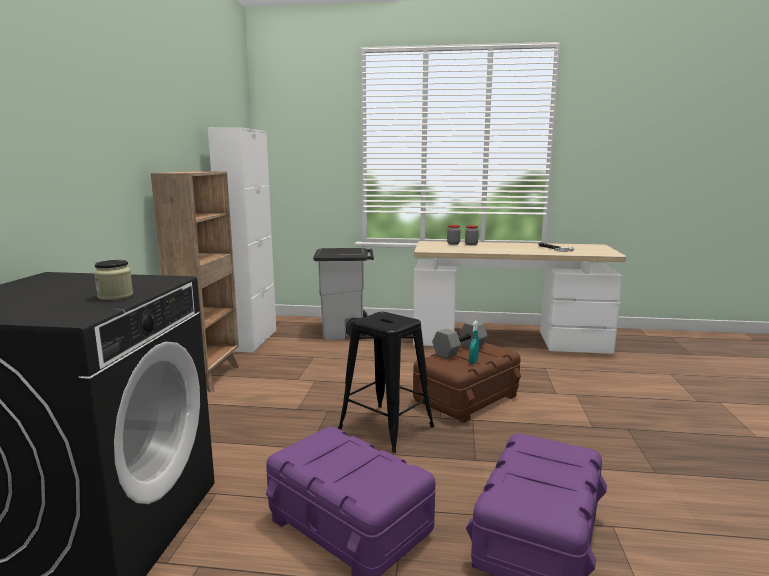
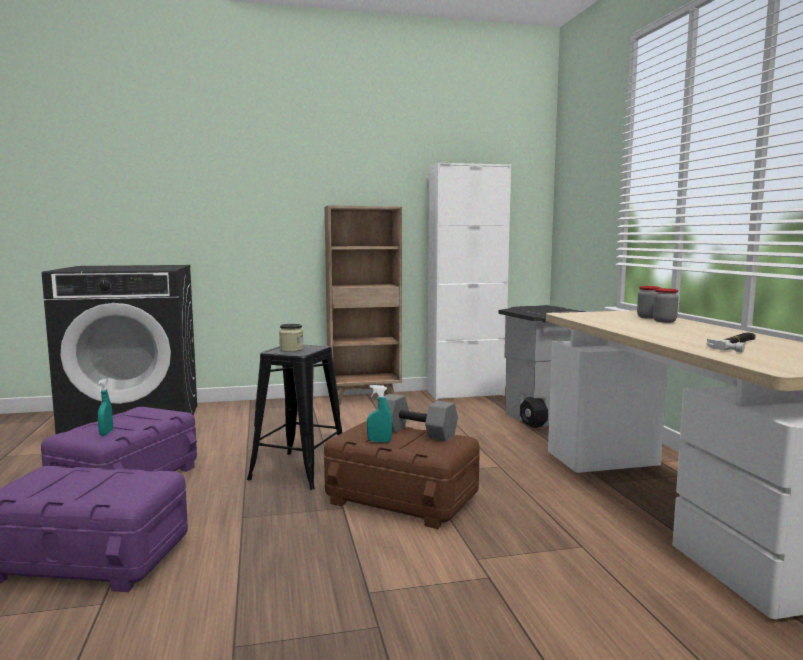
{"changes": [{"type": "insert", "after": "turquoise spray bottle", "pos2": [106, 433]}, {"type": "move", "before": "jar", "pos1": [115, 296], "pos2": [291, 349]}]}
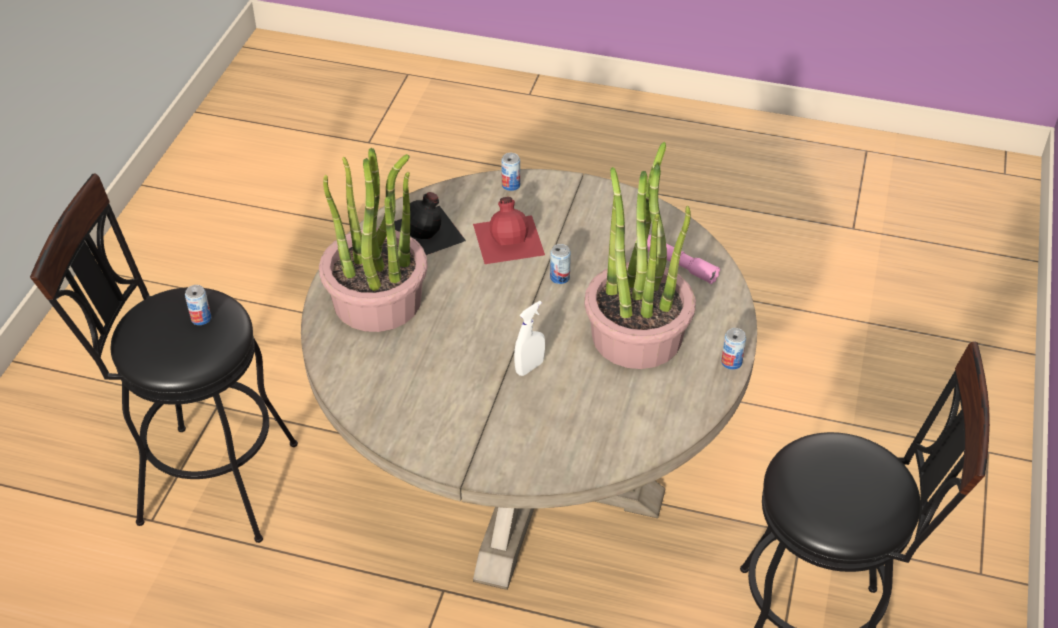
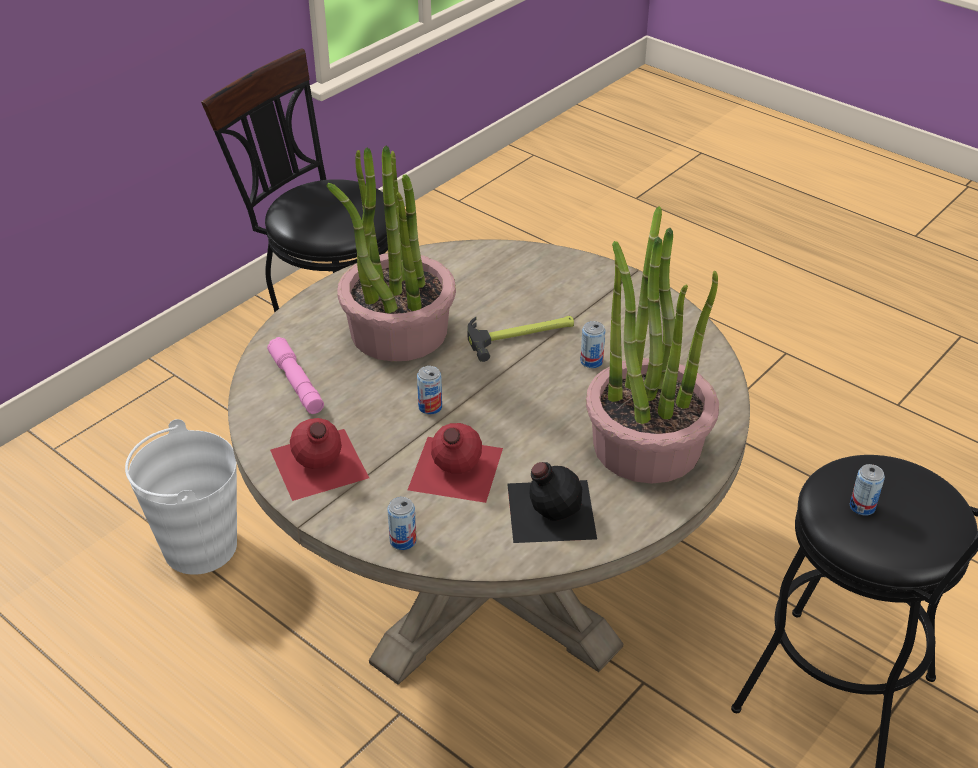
{"changes": [{"type": "insert", "after": "white bucket", "pos2": [199, 546]}, {"type": "insert", "after": "red bottle", "pos2": [318, 465]}, {"type": "replace", "before": "white spray bottle", "after": "hammer", "pos1": [529, 367], "pos2": [522, 335]}, {"type": "move", "before": "can", "pos1": [731, 362], "pos2": [591, 361]}]}
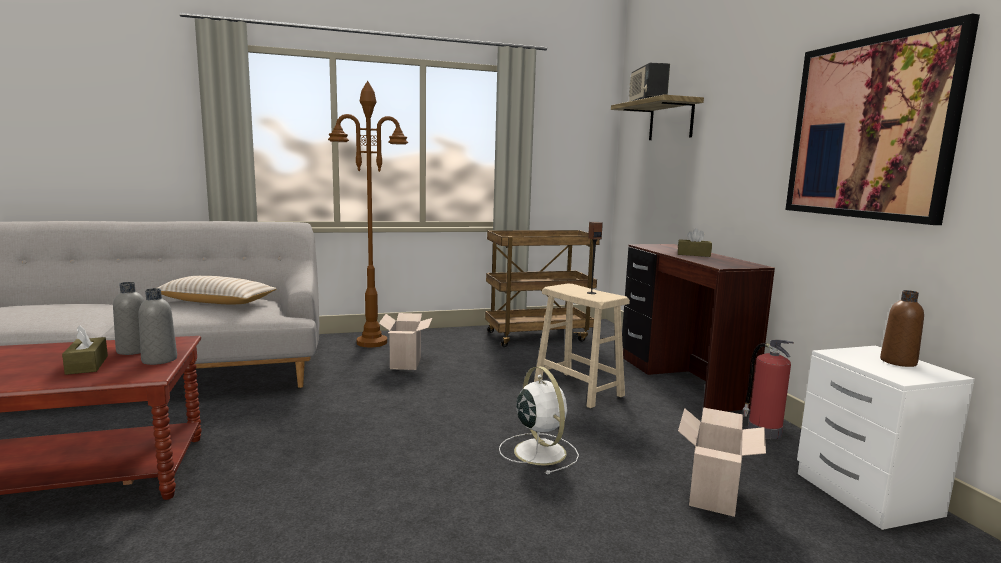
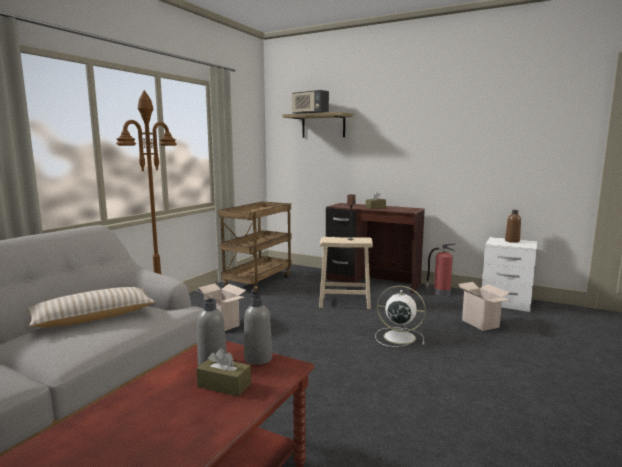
{"changes": [{"type": "delete", "before": "picture", "pos1": [869, 129]}]}
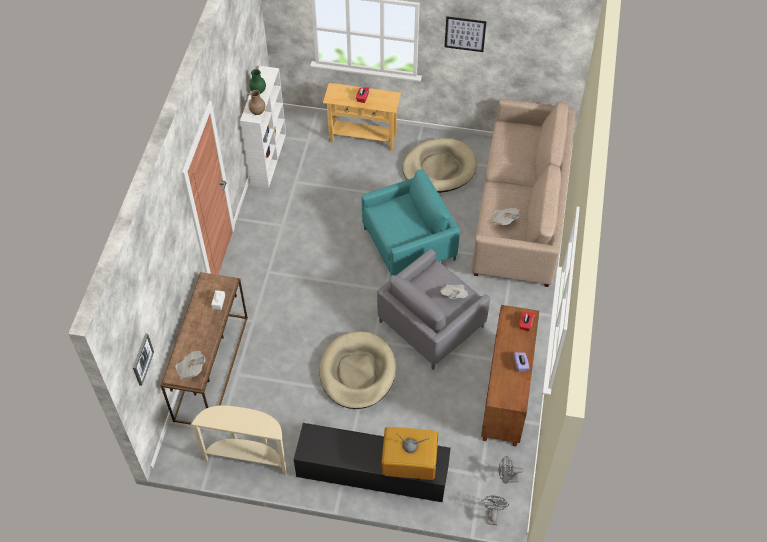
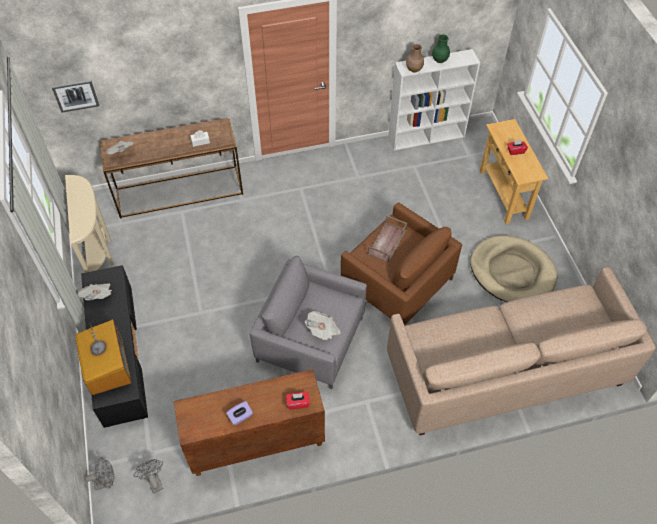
{"changes": [{"type": "move", "before": "newspaper", "pos1": [504, 220], "pos2": [98, 296]}, {"type": "recolor", "before": "turquoise armchair", "after": "brown armchair", "pos1": [409, 244], "pos2": [397, 283]}, {"type": "insert", "after": "brown tray", "pos2": [387, 243]}, {"type": "delete", "before": "beige dog bed", "pos1": [357, 372]}, {"type": "delete", "before": "picture", "pos1": [465, 34]}]}
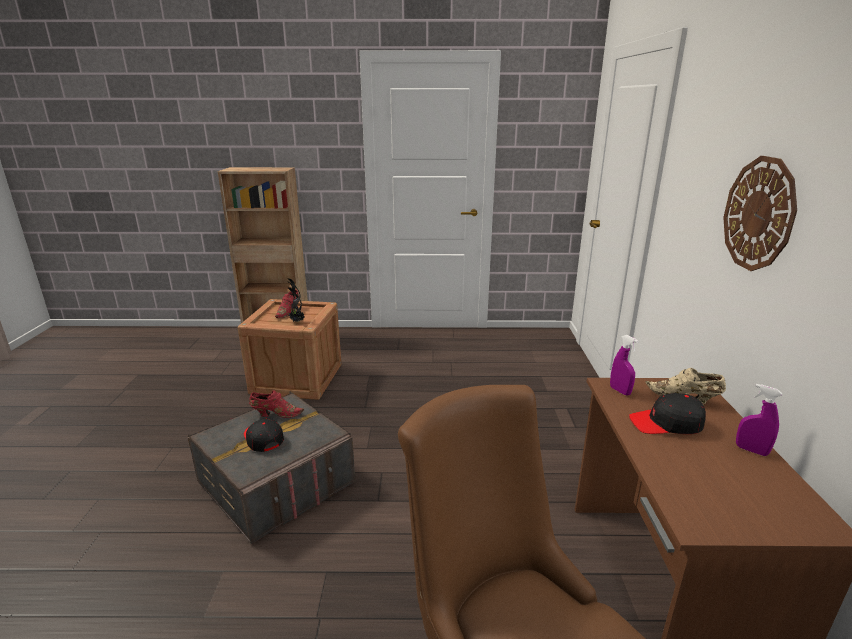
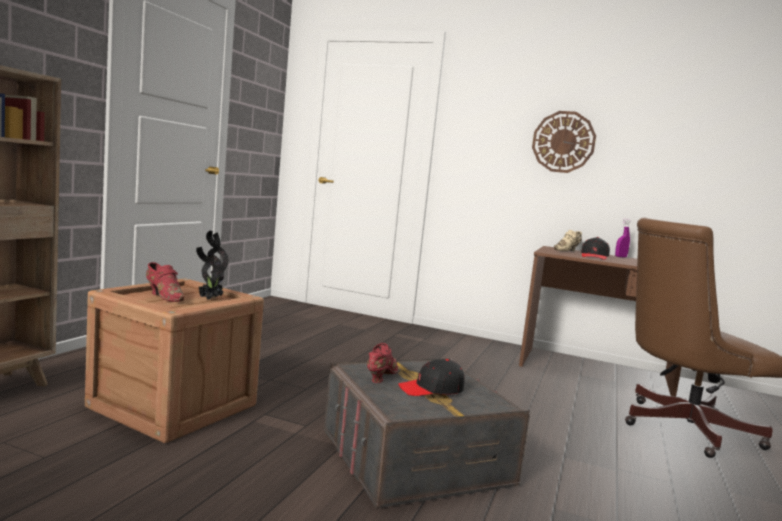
{"changes": [{"type": "delete", "before": "purple spray bottle", "pos1": [620, 391]}]}
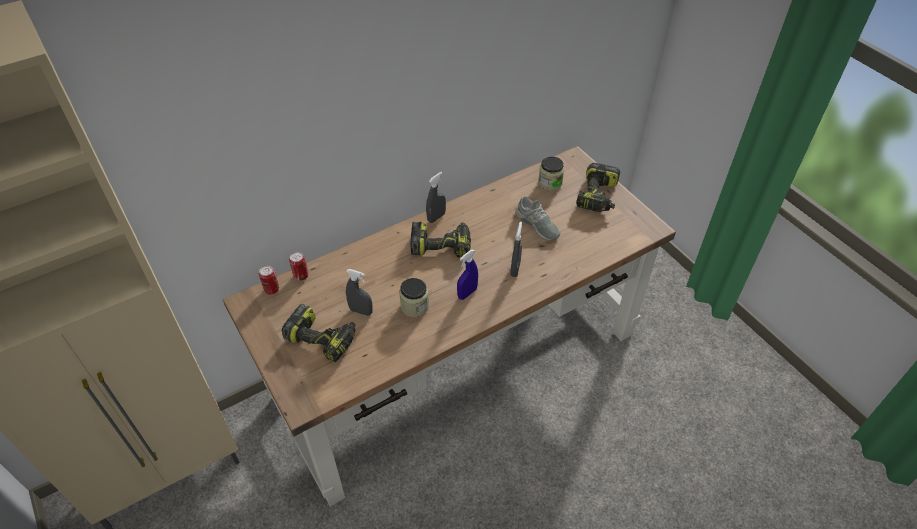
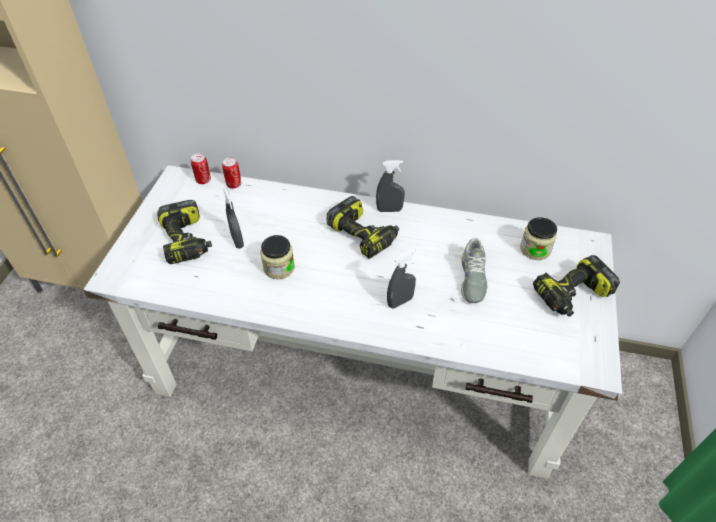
{"changes": [{"type": "recolor", "before": "brown desk", "after": "white desk", "pos1": [459, 363], "pos2": [360, 369]}, {"type": "delete", "before": "blue spray bottle", "pos1": [467, 293]}]}
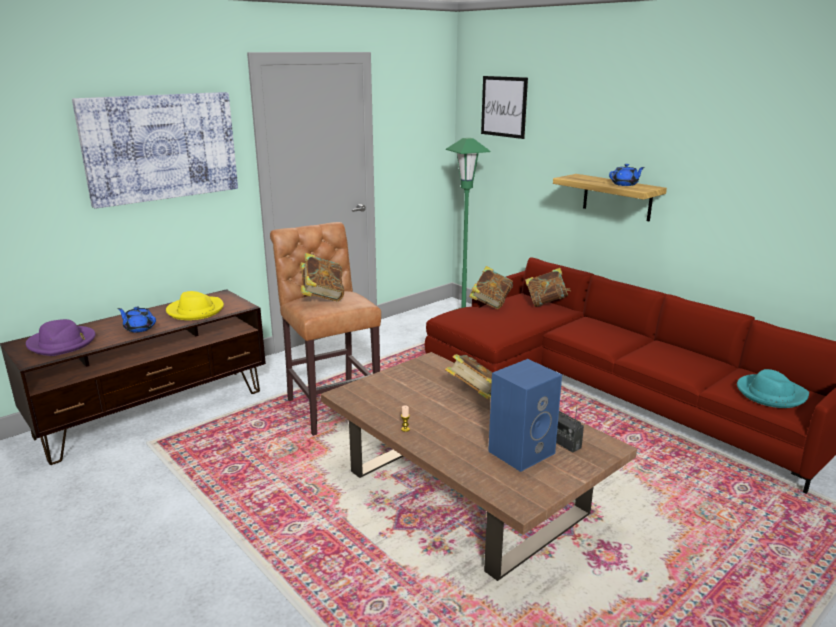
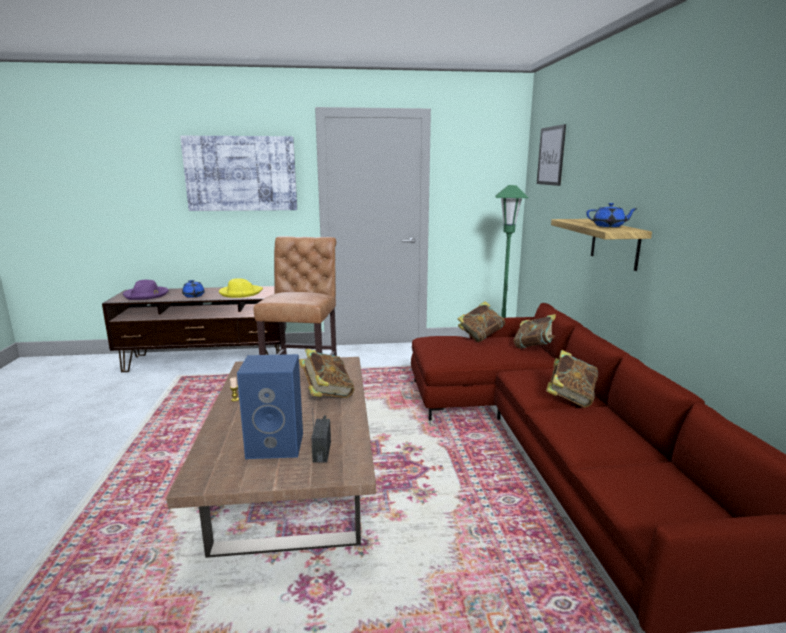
{"changes": [{"type": "move", "before": "book", "pos1": [322, 296], "pos2": [570, 398]}, {"type": "delete", "before": "turquoise hat", "pos1": [770, 394]}]}
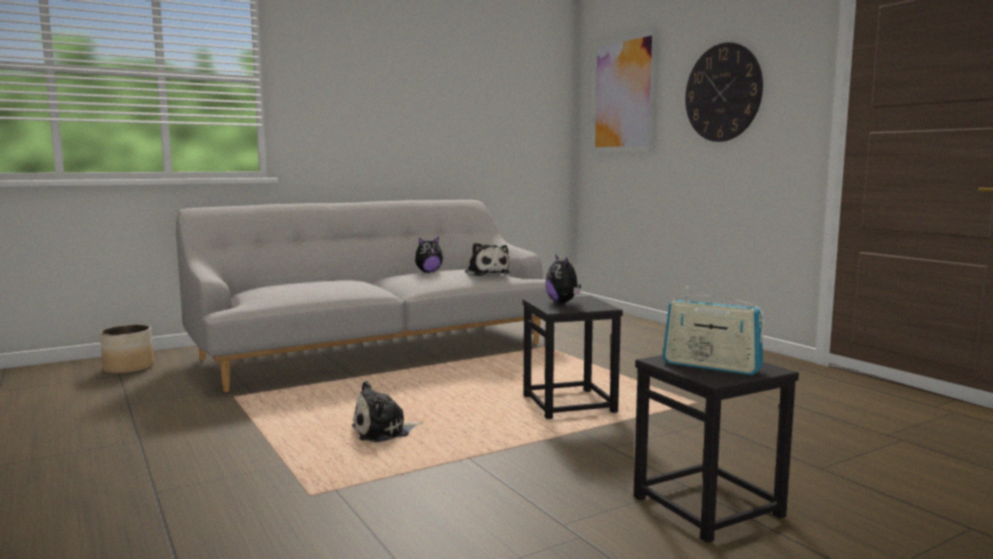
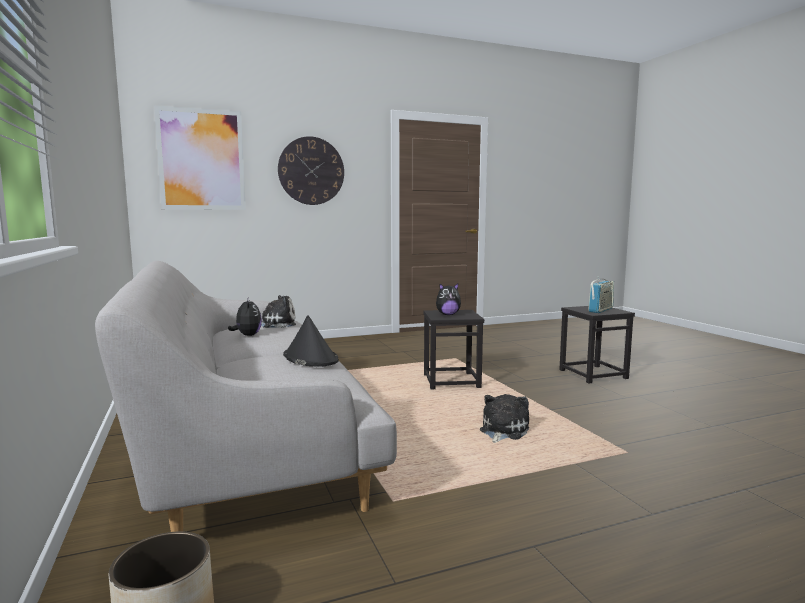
{"changes": [{"type": "insert", "after": "black hat", "pos2": [310, 358]}, {"type": "rotate", "before": "plush toy", "pos1": [384, 431], "pos2": [502, 431], "turn": -135}]}
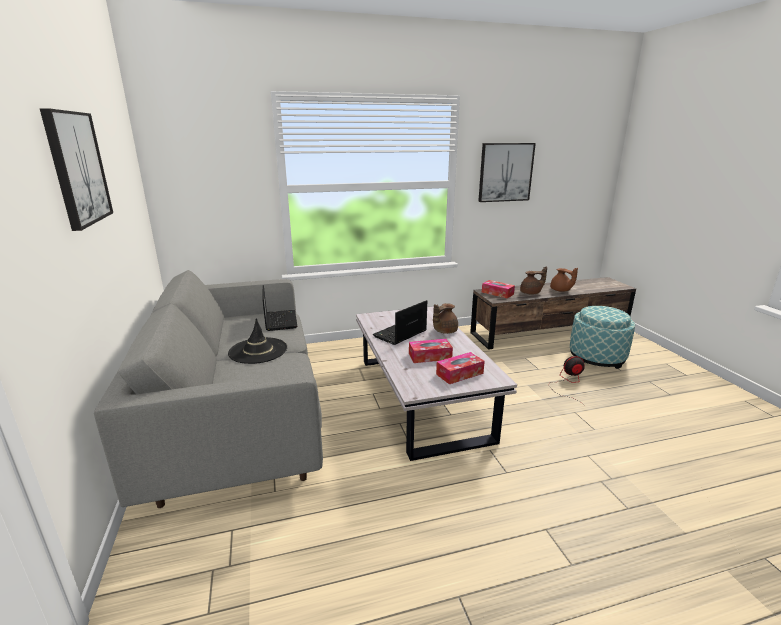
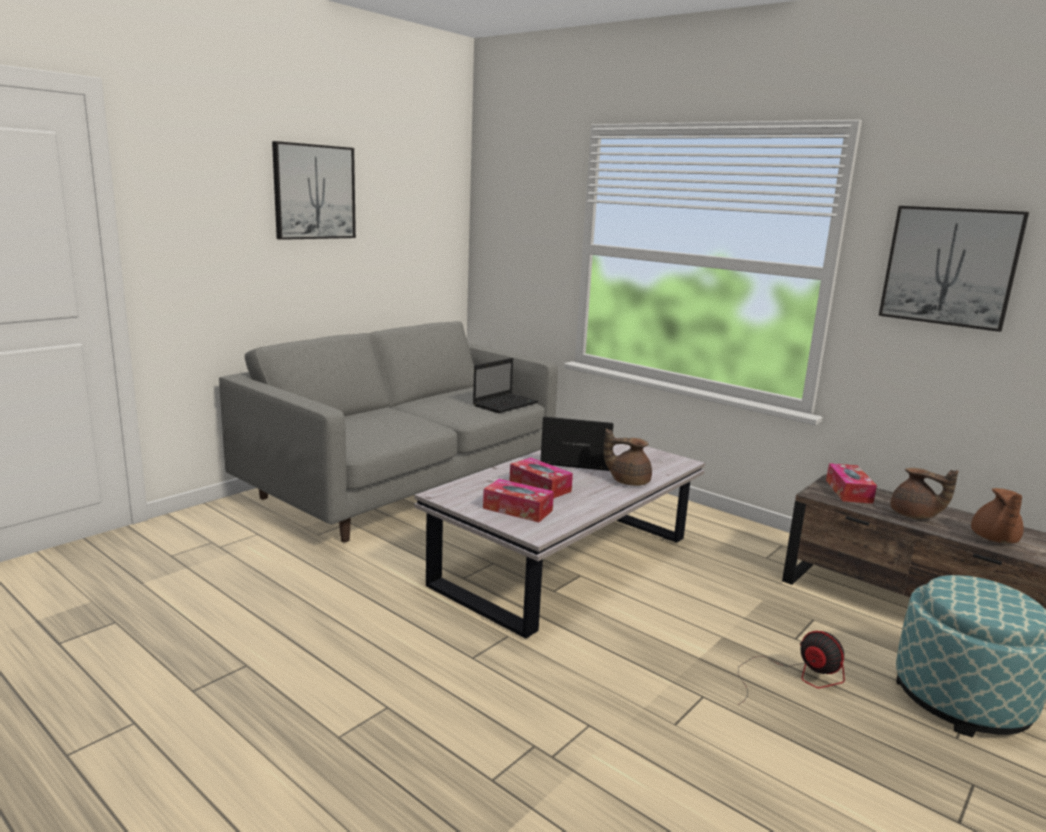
{"changes": [{"type": "delete", "before": "black hat", "pos1": [258, 351]}]}
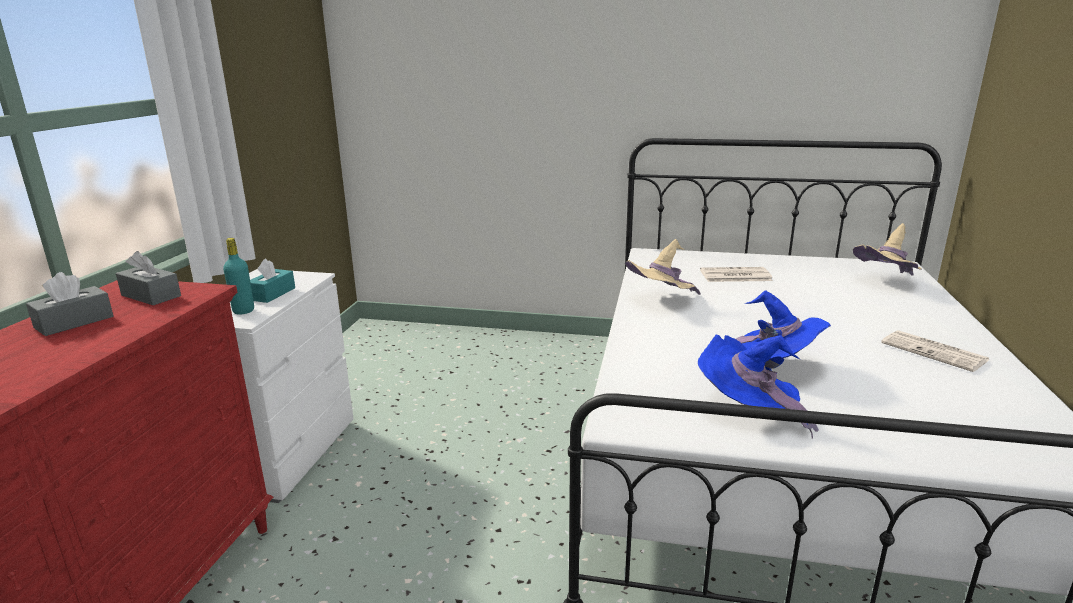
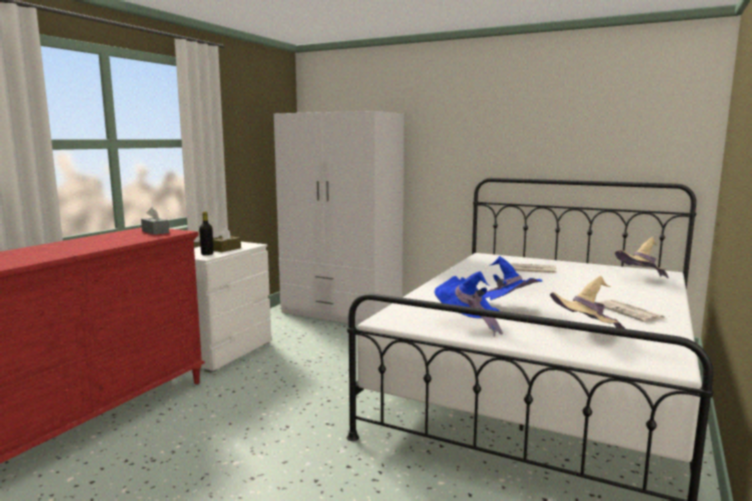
{"changes": [{"type": "recolor", "before": "turquoise bottle", "after": "black bottle", "pos1": [243, 311], "pos2": [207, 254]}, {"type": "recolor", "before": "turquoise tissue box", "after": "brown tissue box", "pos1": [272, 294], "pos2": [227, 249]}, {"type": "insert", "after": "white wardrobe", "pos2": [341, 312]}, {"type": "move", "before": "beige hat", "pos1": [661, 302], "pos2": [584, 335]}, {"type": "delete", "before": "grey tissue box", "pos1": [74, 322]}]}
